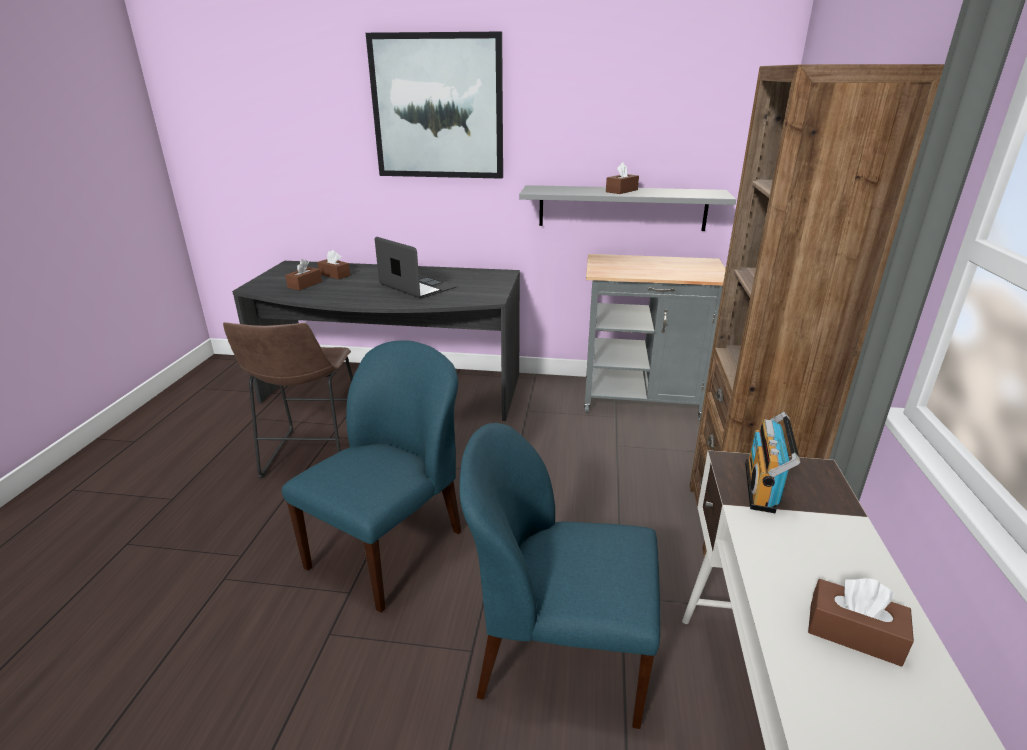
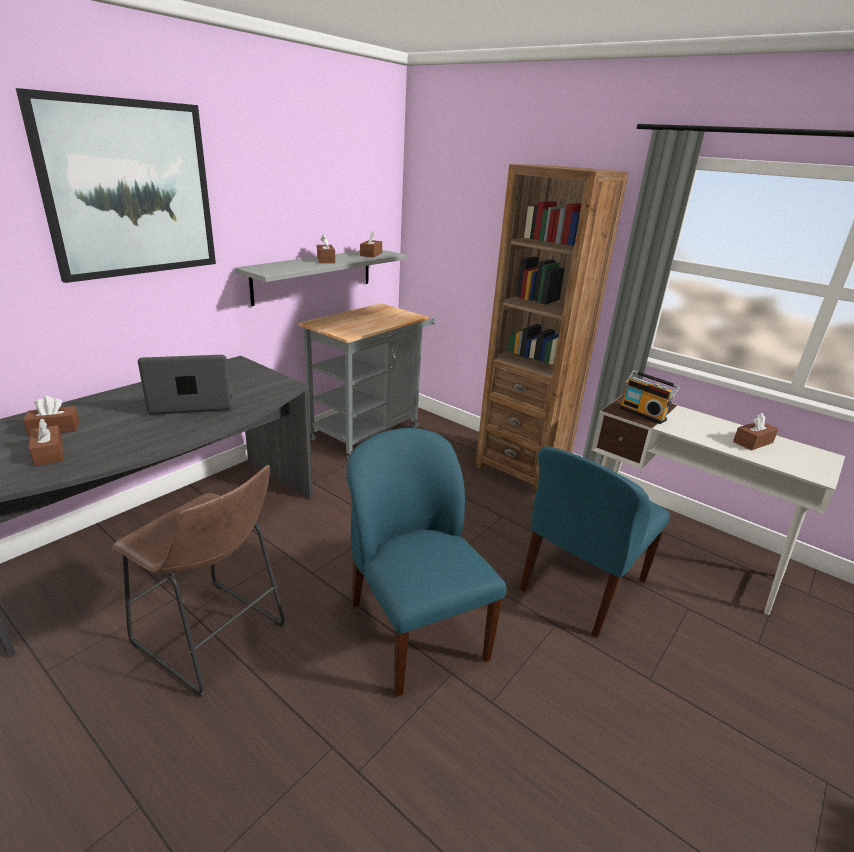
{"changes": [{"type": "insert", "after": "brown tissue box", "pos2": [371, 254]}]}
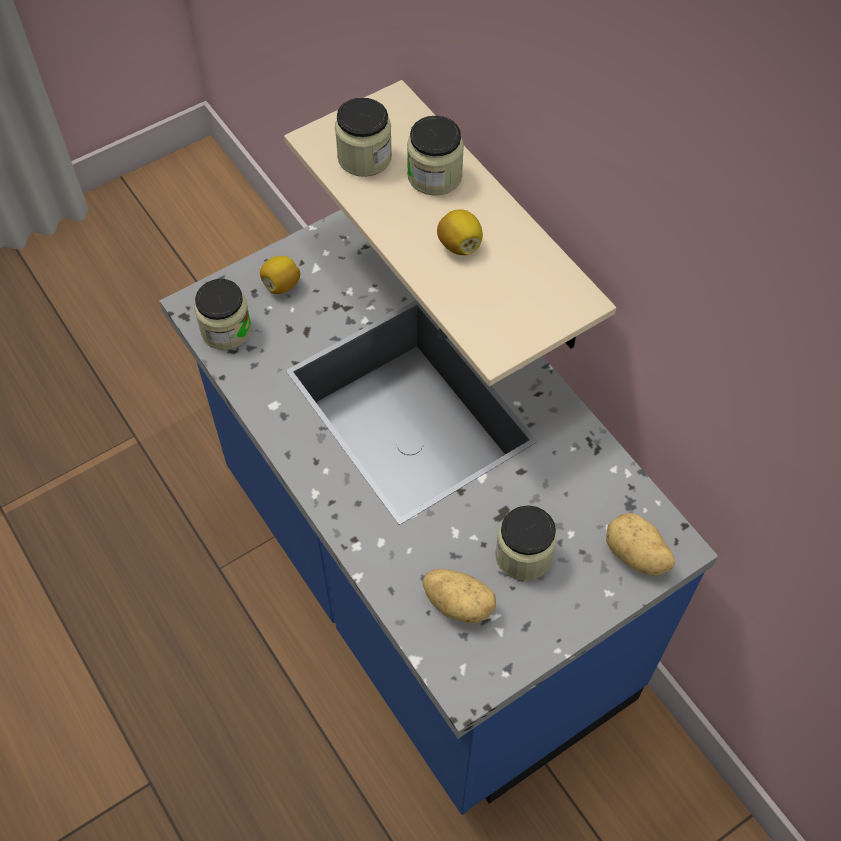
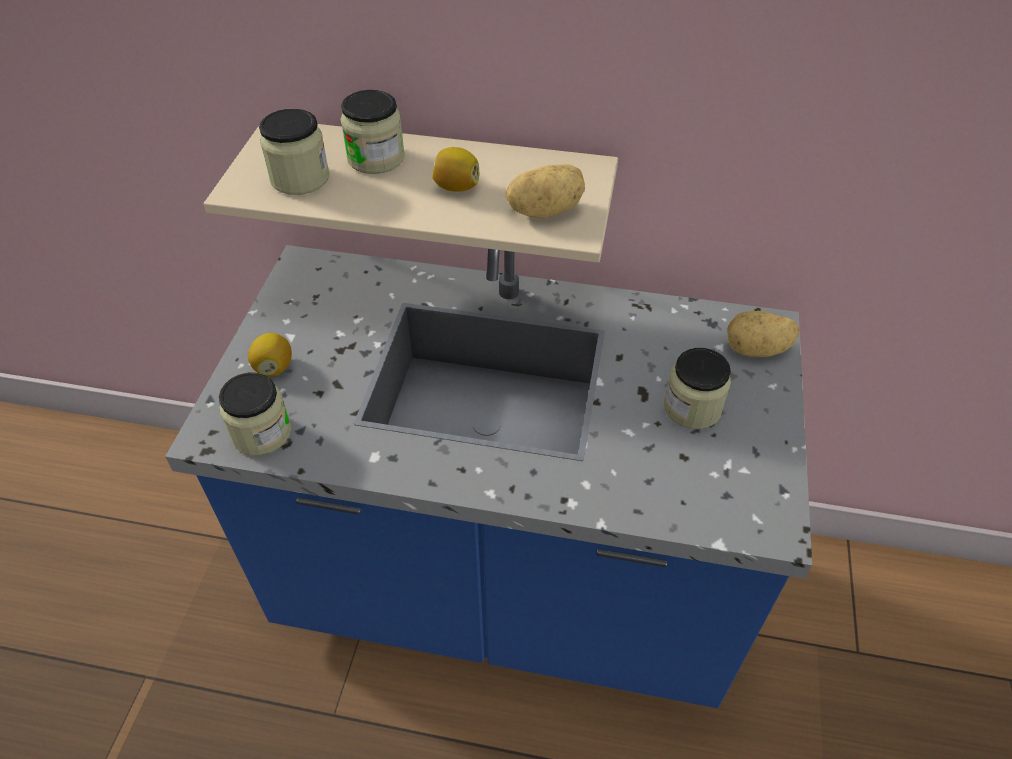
{"changes": [{"type": "move", "before": "potato", "pos1": [459, 603], "pos2": [544, 210]}]}
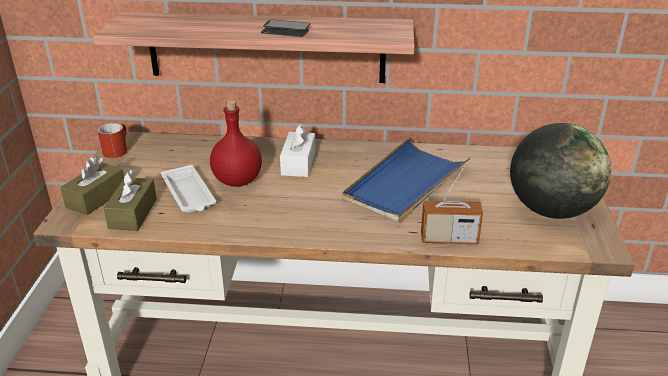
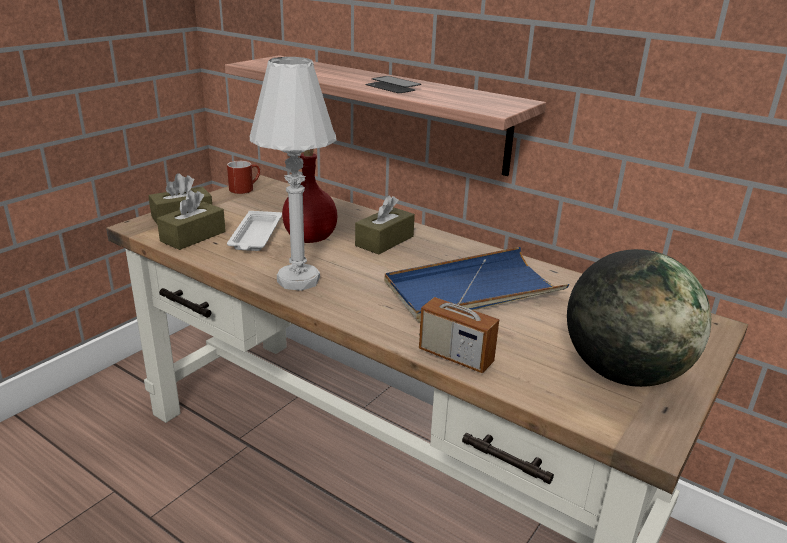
{"changes": [{"type": "insert", "after": "white table lamp", "pos2": [298, 280]}, {"type": "recolor", "before": "white tissue box", "after": "brown tissue box", "pos1": [298, 163], "pos2": [384, 241]}]}
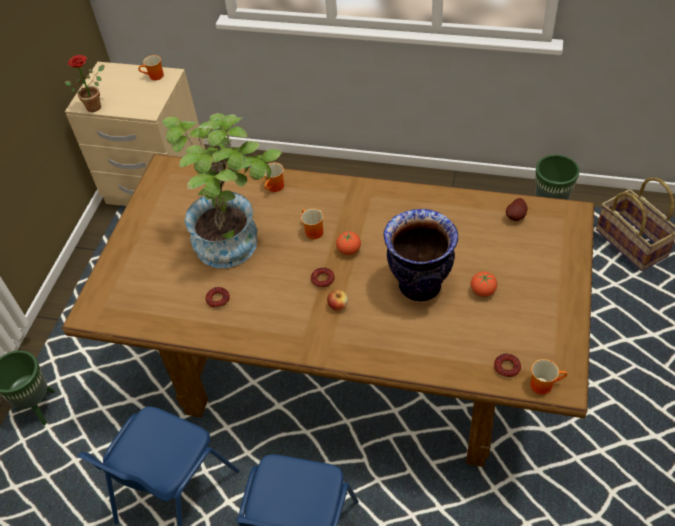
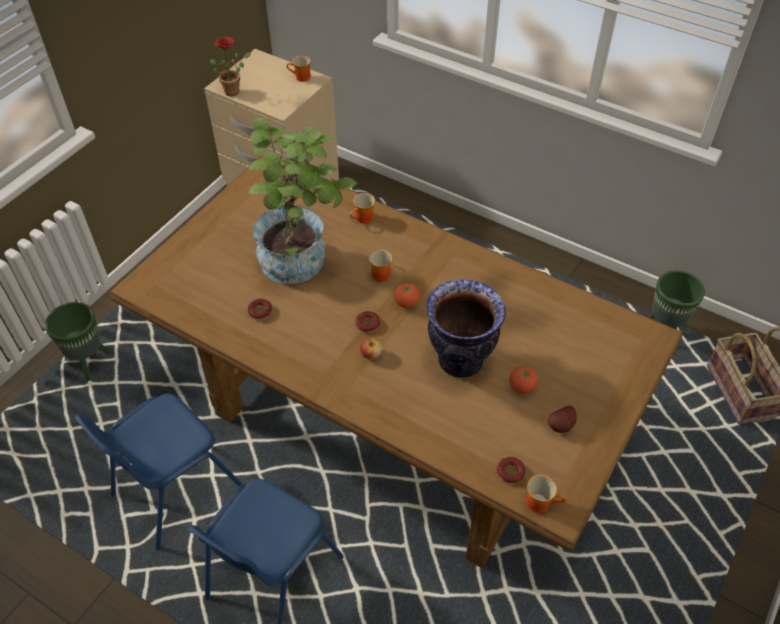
{"changes": [{"type": "move", "before": "potato", "pos1": [516, 216], "pos2": [562, 426]}]}
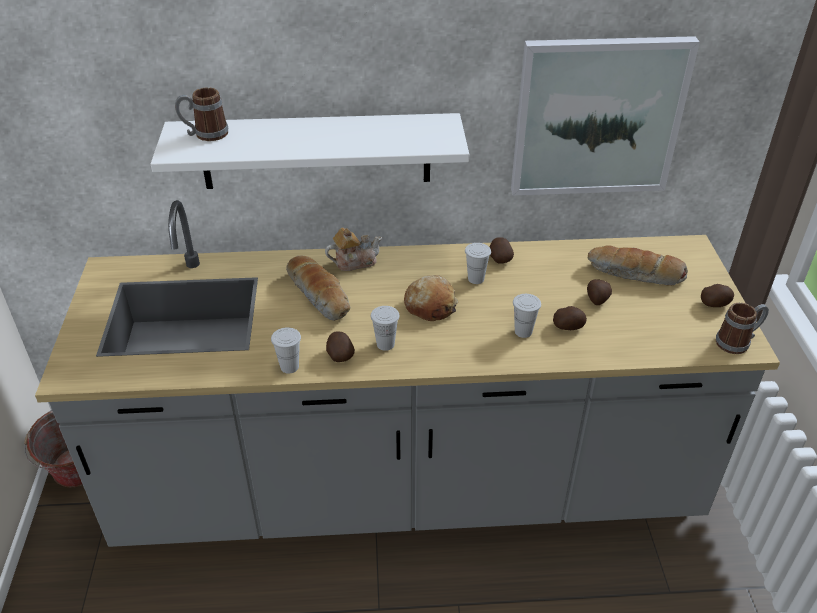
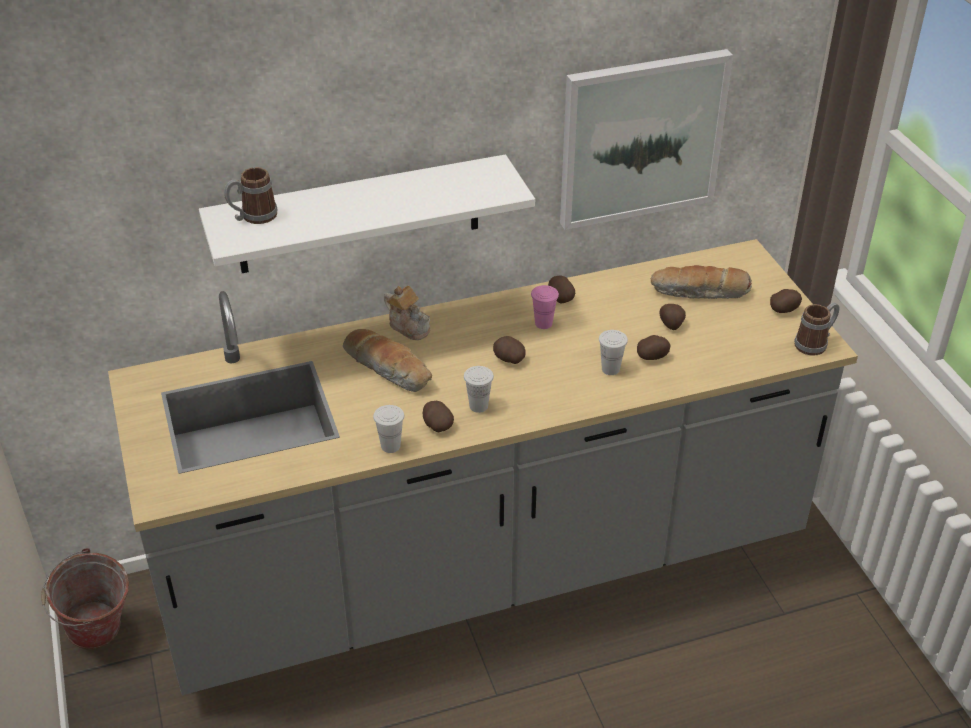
{"changes": [{"type": "rotate", "before": "teapot", "pos1": [354, 262], "pos2": [409, 326], "turn": 75}, {"type": "replace", "before": "bread", "after": "potato", "pos1": [430, 306], "pos2": [508, 359]}, {"type": "recolor", "before": "white cup", "after": "pink cup", "pos1": [476, 279], "pos2": [543, 323]}]}
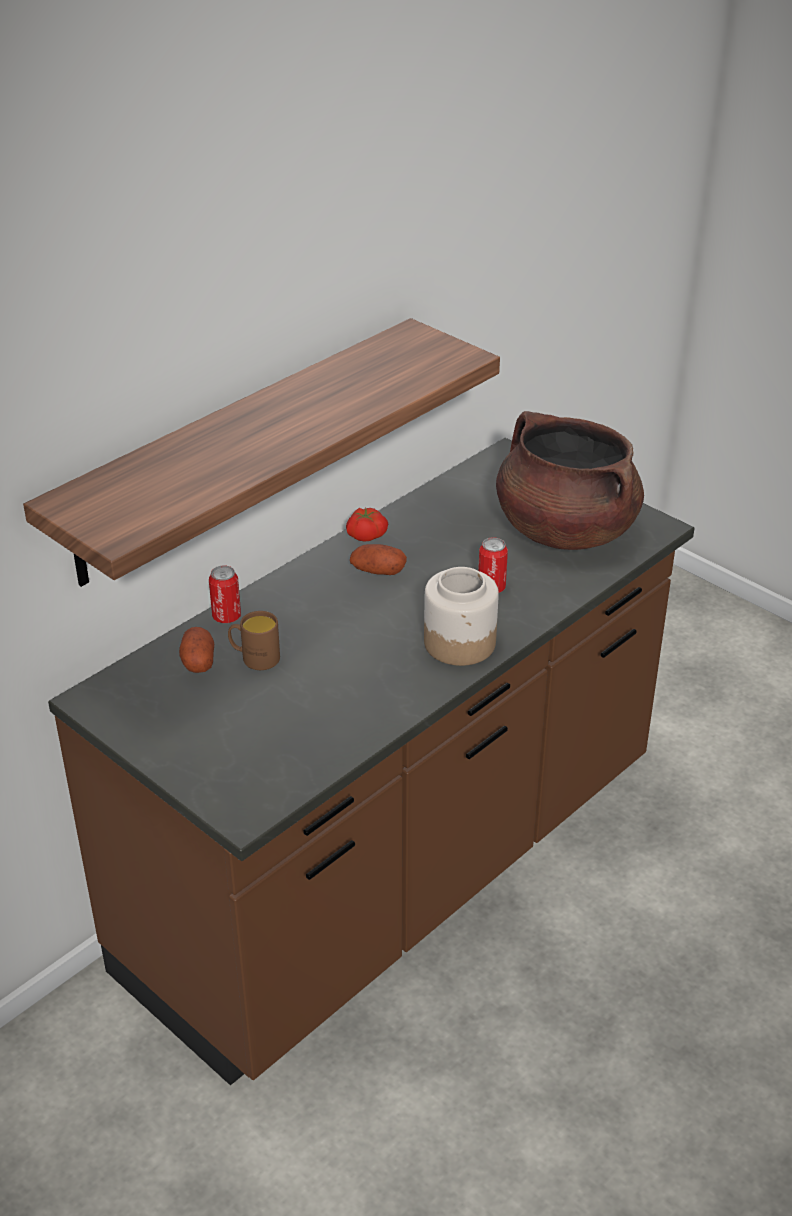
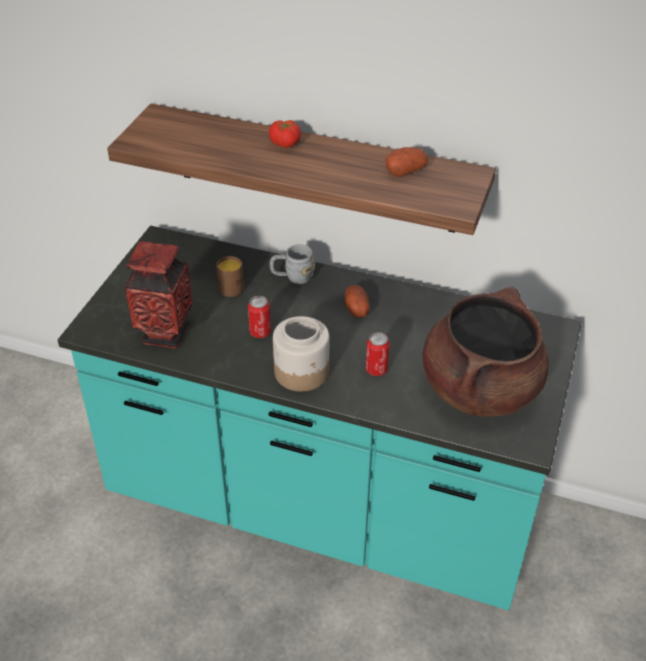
{"changes": [{"type": "recolor", "before": "brown counter", "after": "turquoise counter", "pos1": [395, 873], "pos2": [321, 507]}, {"type": "insert", "after": "vase", "pos2": [165, 334]}, {"type": "move", "before": "can", "pos1": [226, 617], "pos2": [260, 332]}, {"type": "move", "before": "tomato", "pos1": [366, 534], "pos2": [286, 143]}, {"type": "insert", "after": "grey mug", "pos2": [292, 277]}, {"type": "move", "before": "potato", "pos1": [198, 661], "pos2": [406, 171]}]}
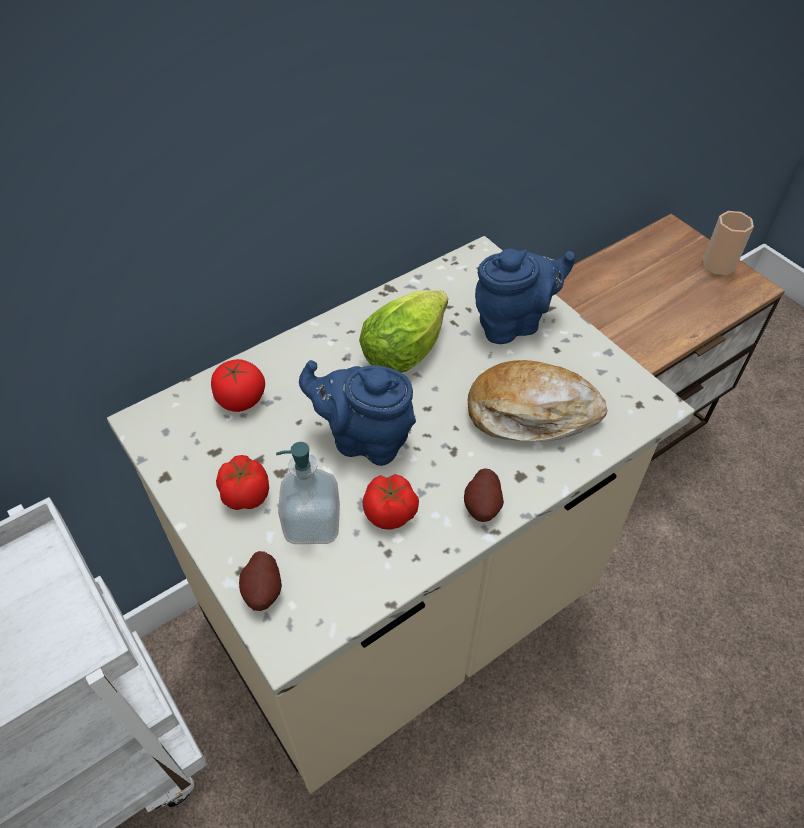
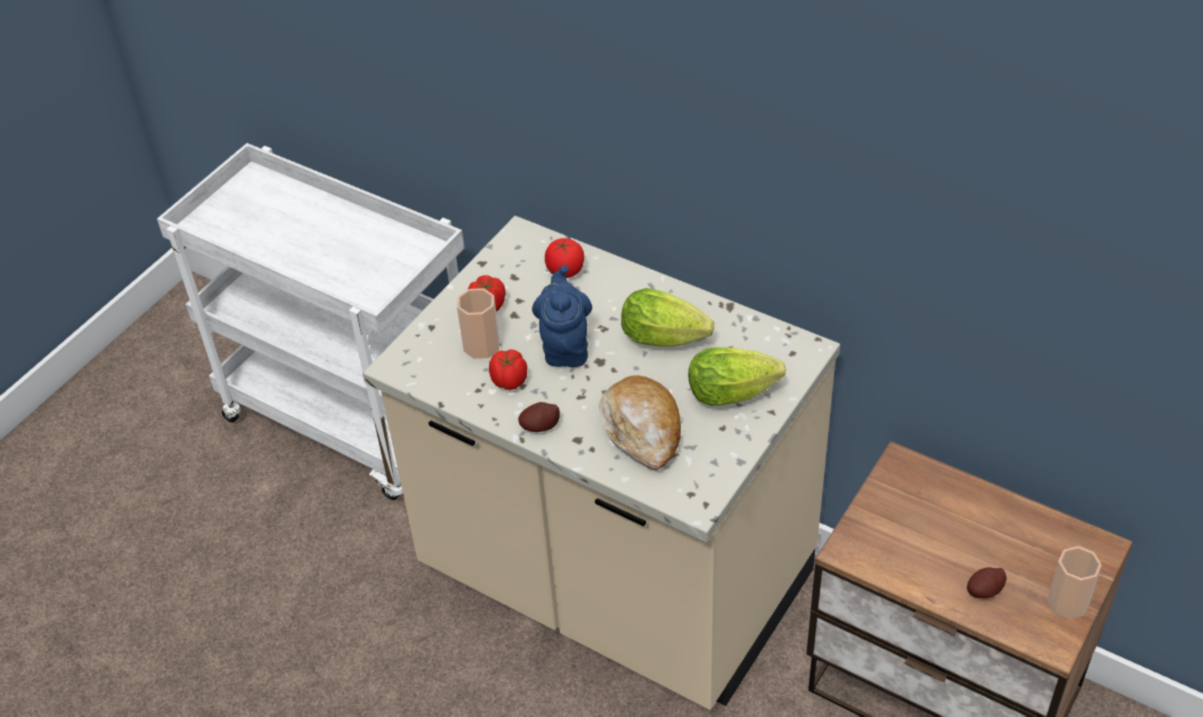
{"changes": [{"type": "replace", "before": "soap dispenser", "after": "cup", "pos1": [312, 523], "pos2": [481, 346]}, {"type": "replace", "before": "blue teapot", "after": "lettuce", "pos1": [513, 323], "pos2": [736, 393]}, {"type": "move", "before": "potato", "pos1": [263, 591], "pos2": [984, 591]}]}
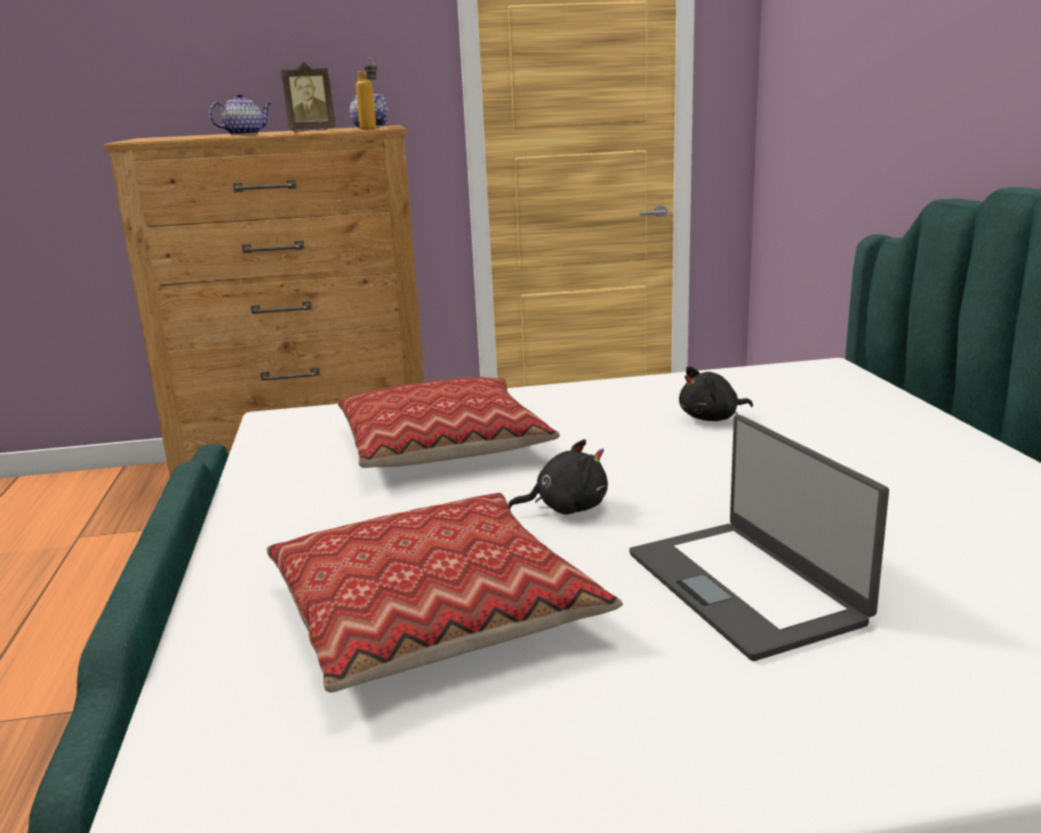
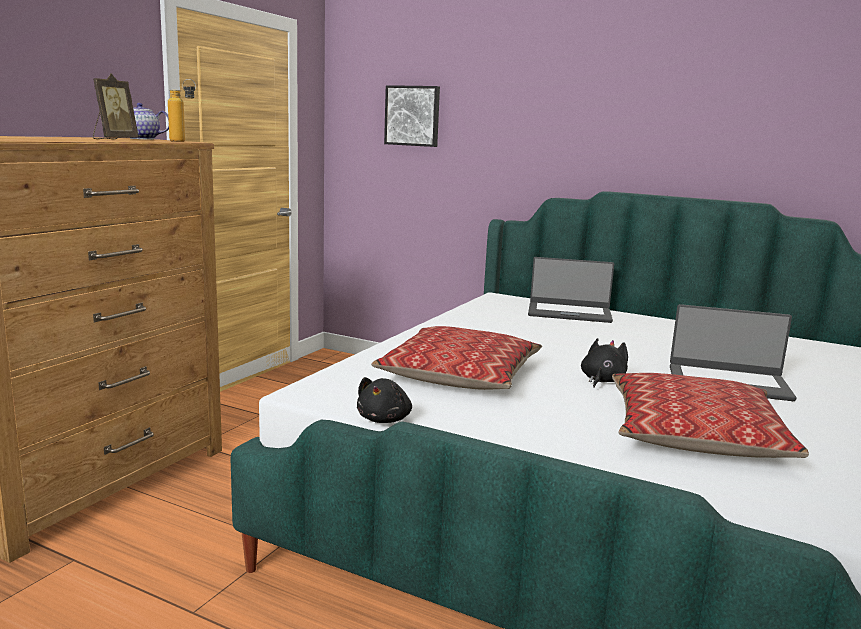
{"changes": [{"type": "move", "before": "black plush toy", "pos1": [712, 418], "pos2": [385, 419]}, {"type": "insert", "after": "picture", "pos2": [413, 116]}, {"type": "insert", "after": "laptop", "pos2": [569, 313]}, {"type": "delete", "before": "teapot", "pos1": [245, 134]}]}
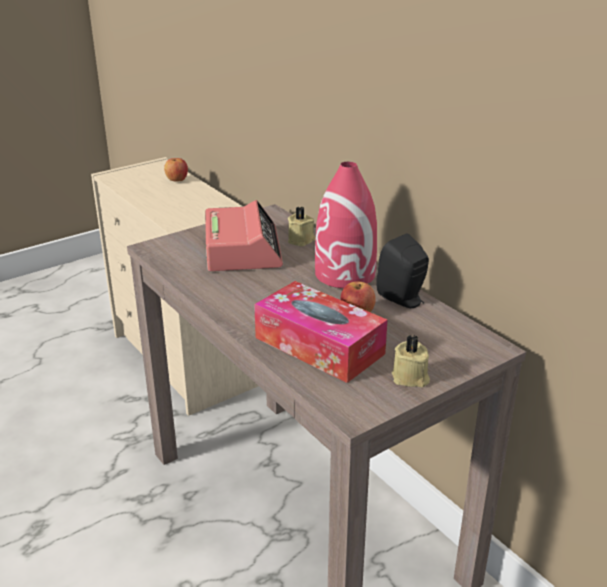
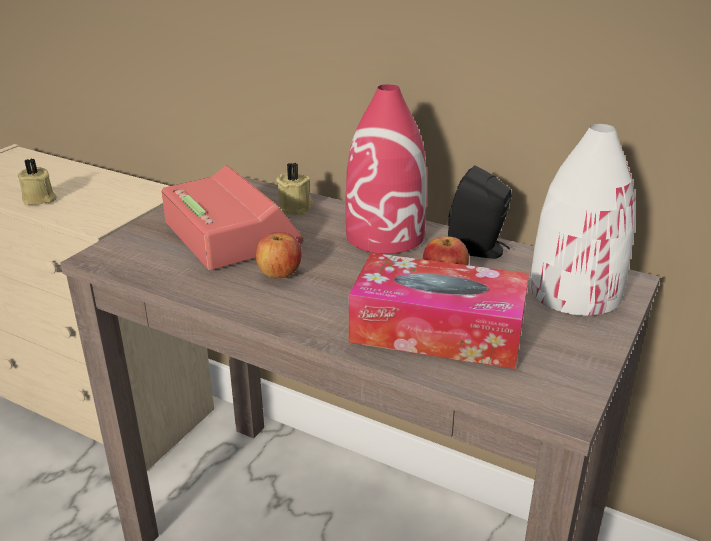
{"changes": [{"type": "move", "before": "beige candle", "pos1": [410, 378], "pos2": [39, 199]}, {"type": "move", "before": "apple", "pos1": [177, 180], "pos2": [279, 274]}, {"type": "insert", "after": "white vase", "pos2": [573, 292]}]}
